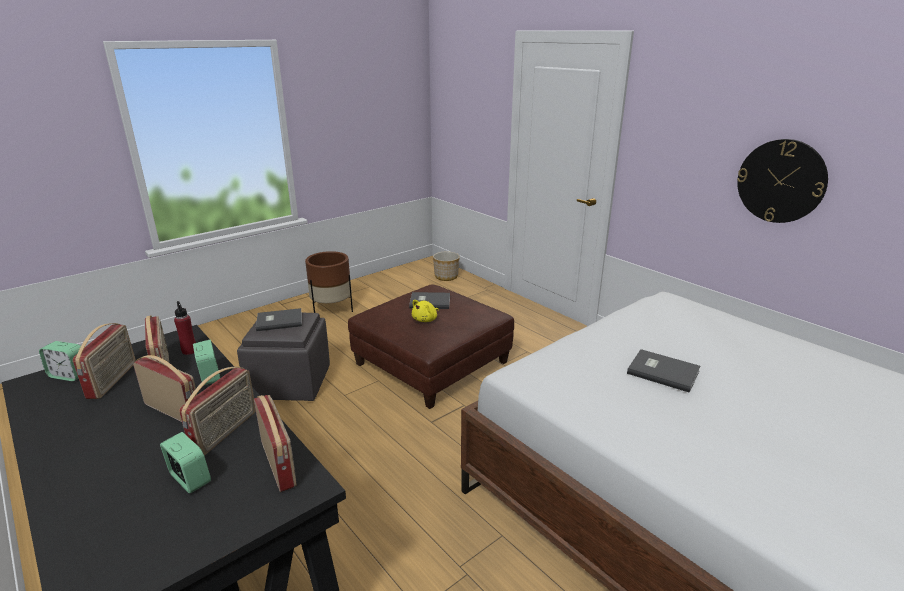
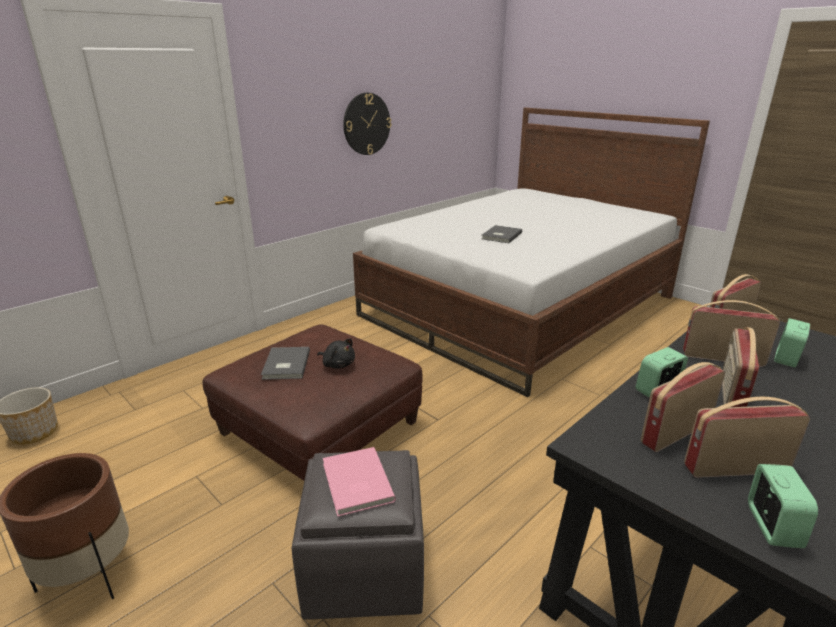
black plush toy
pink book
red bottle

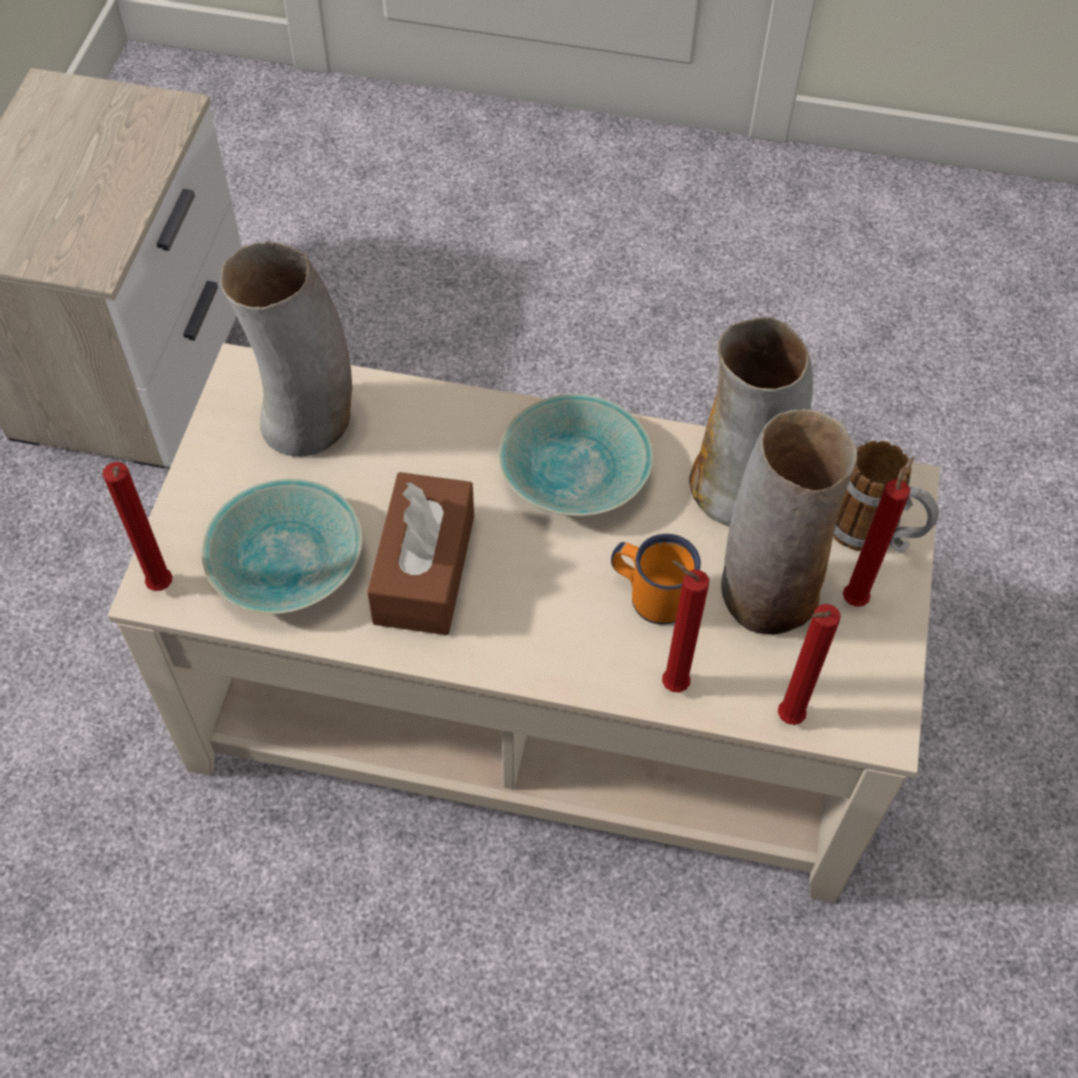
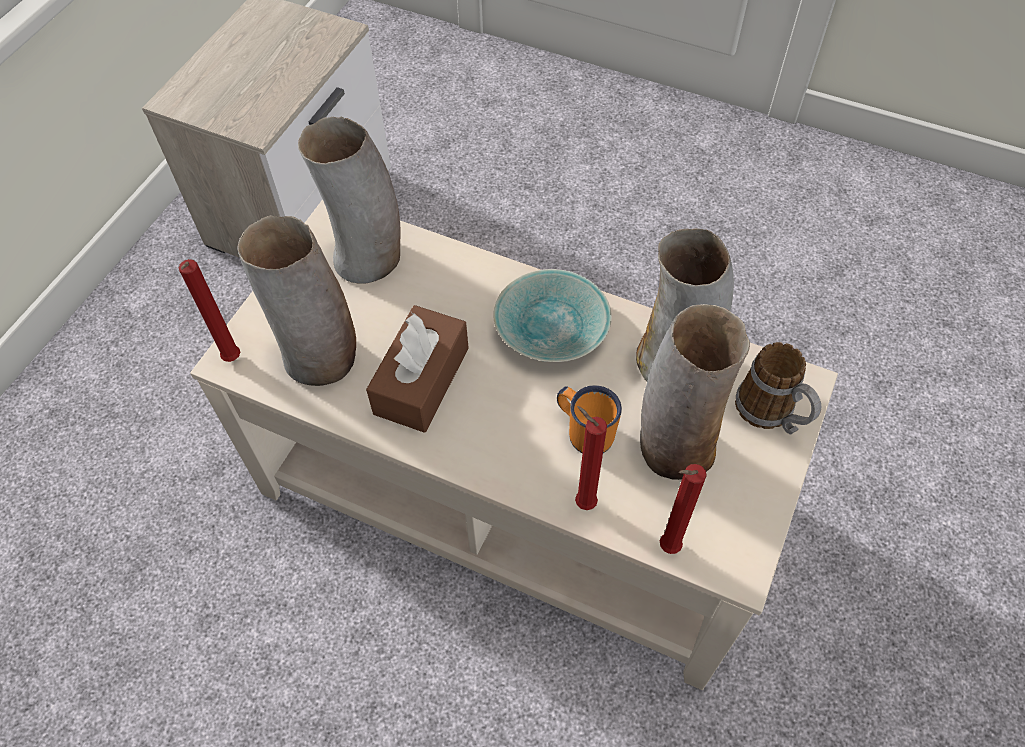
vase (1st from left)
red candle (4th from left in the first image)

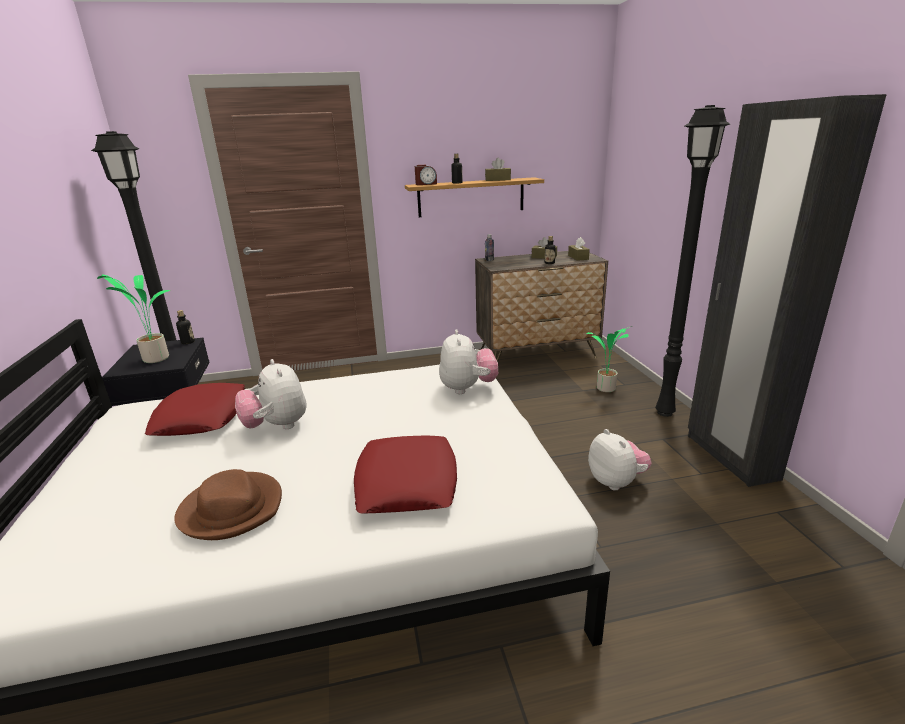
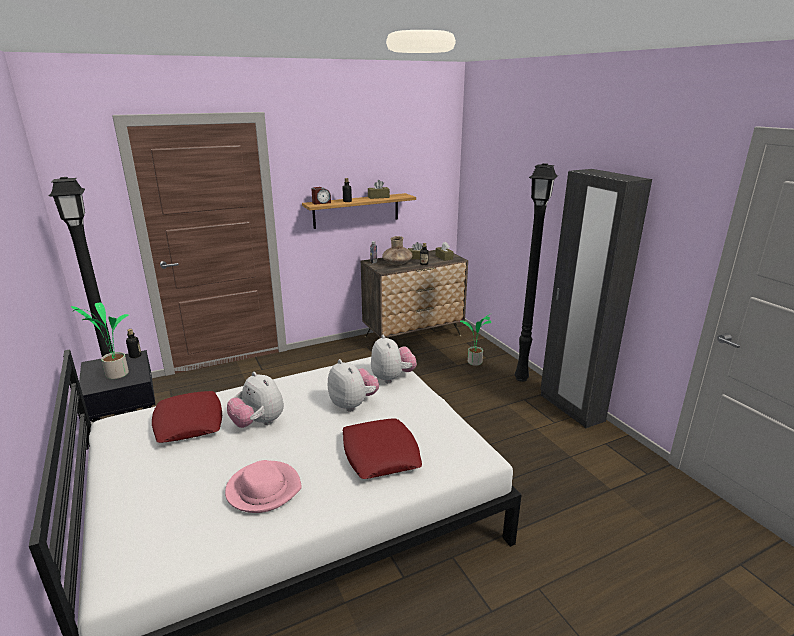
pink hat
plush toy (2nd from left)
brown vase

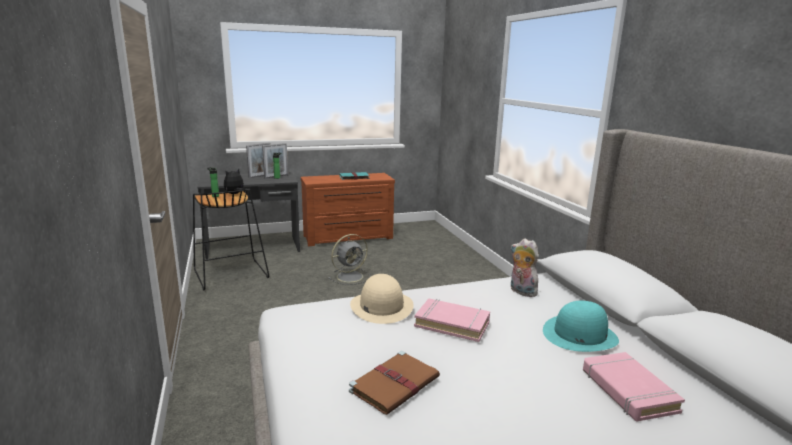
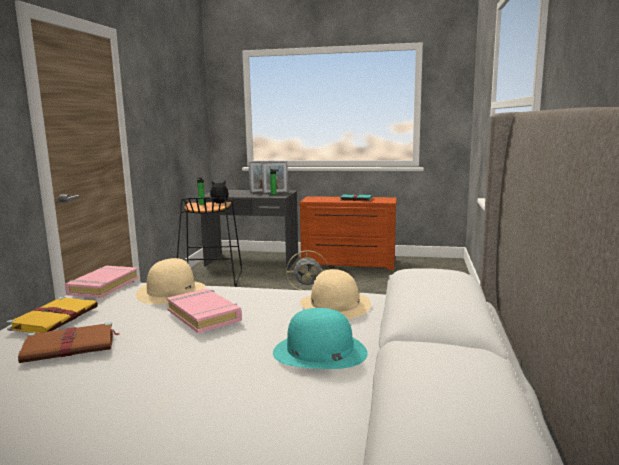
yellow book
pink book (1st from left)
beige hat (2nd from left)

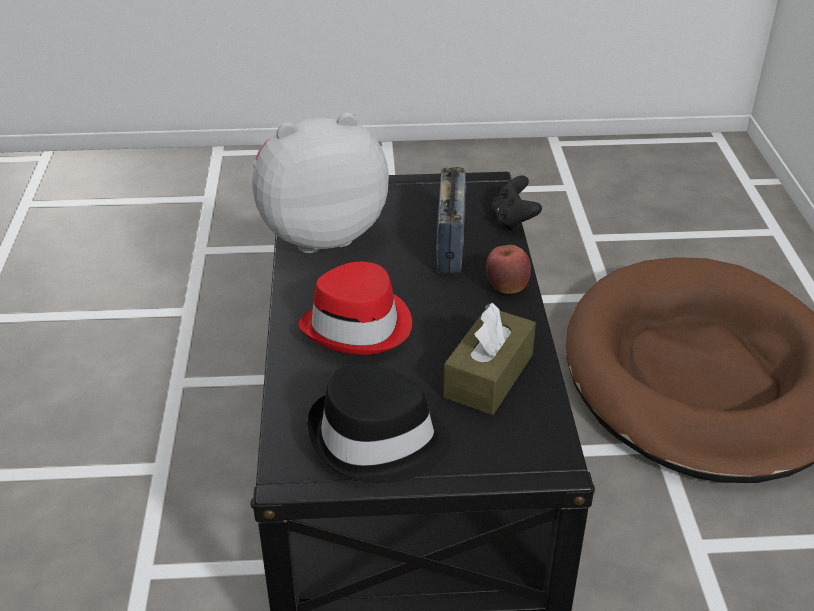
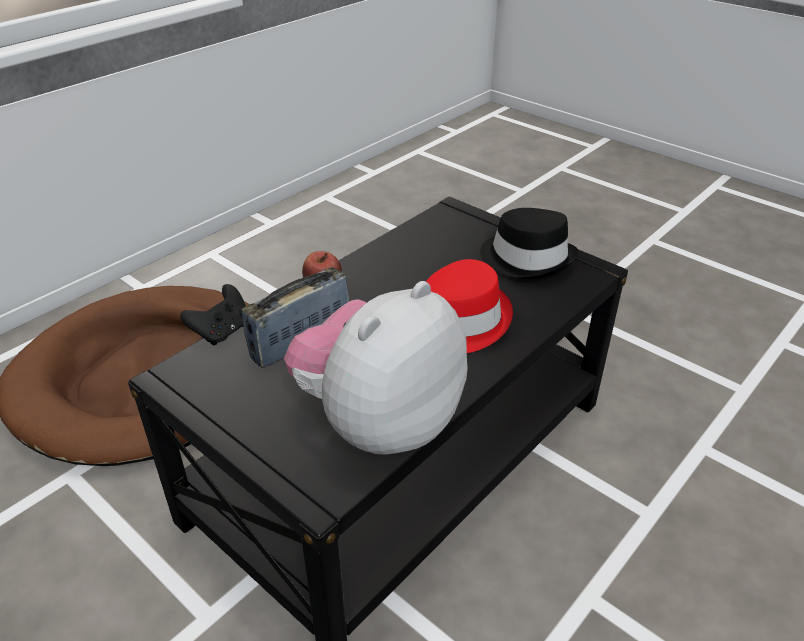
plush toy
brown tissue box

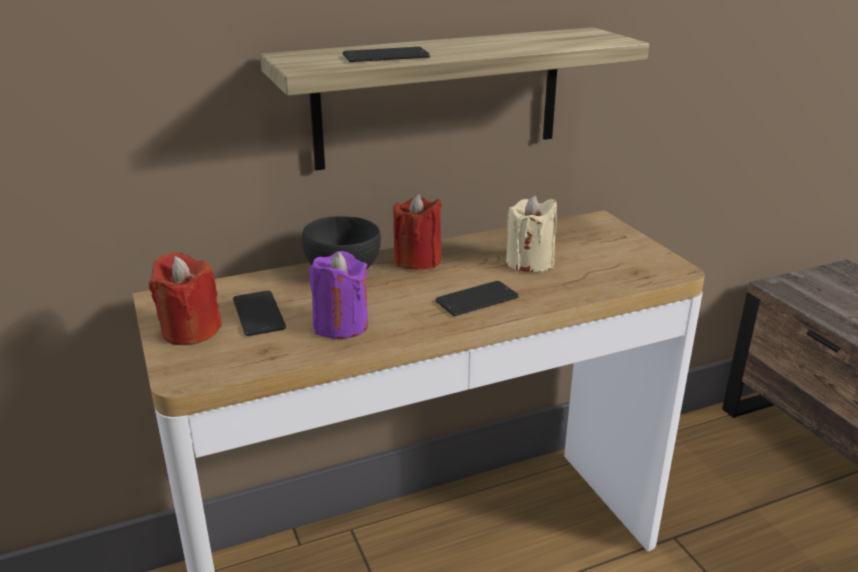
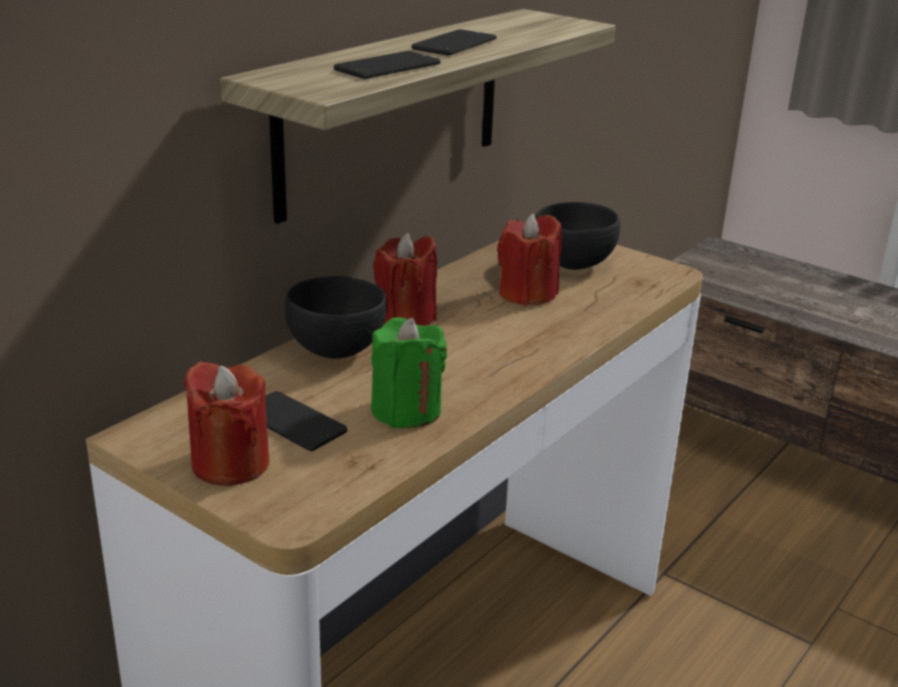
green candle
phone (3rd from left)
red candle (3rd from left)
black bowl (2nd from left)

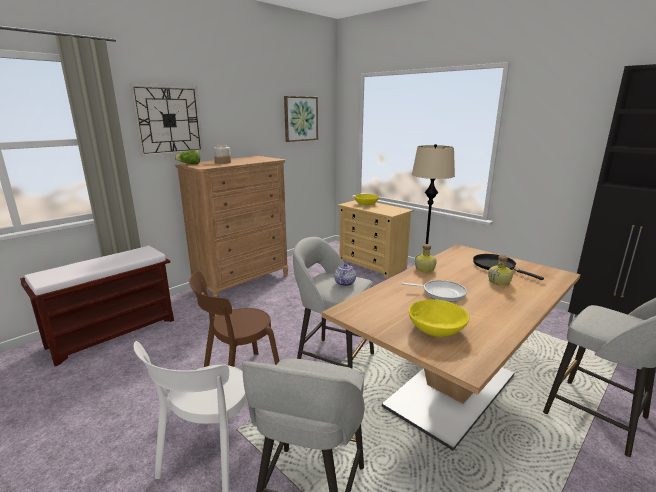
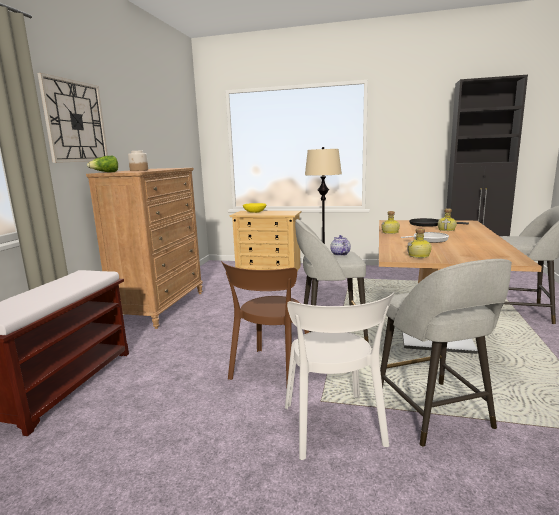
bottle (2nd from left)
picture
yellow bowl (2nd from left in the first image)

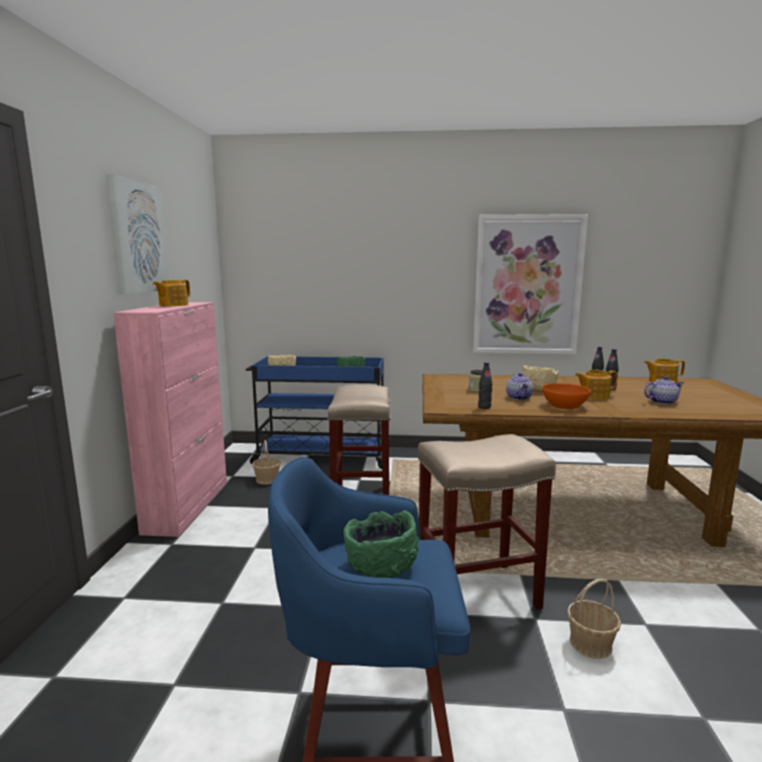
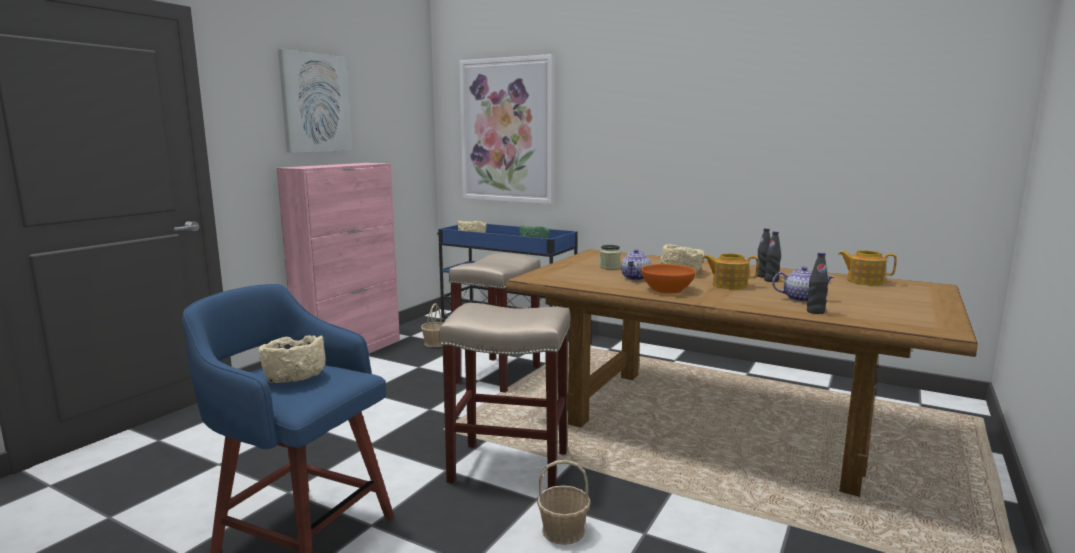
beige bowl (1st from left)
picture (2nd from left)
black bottle (3rd from left)
teapot (1st from left in the first image)

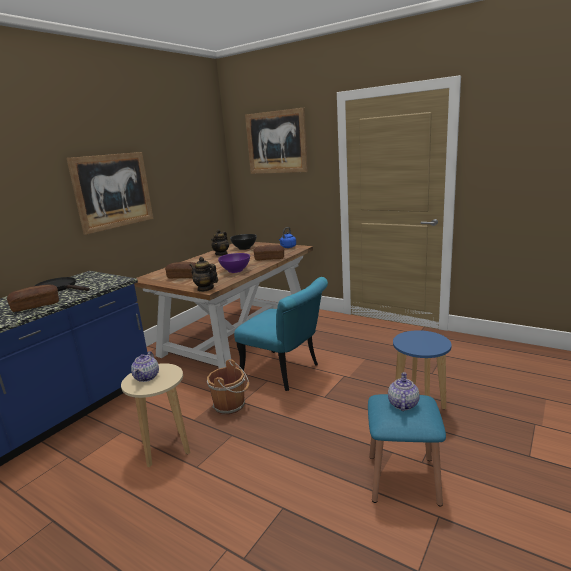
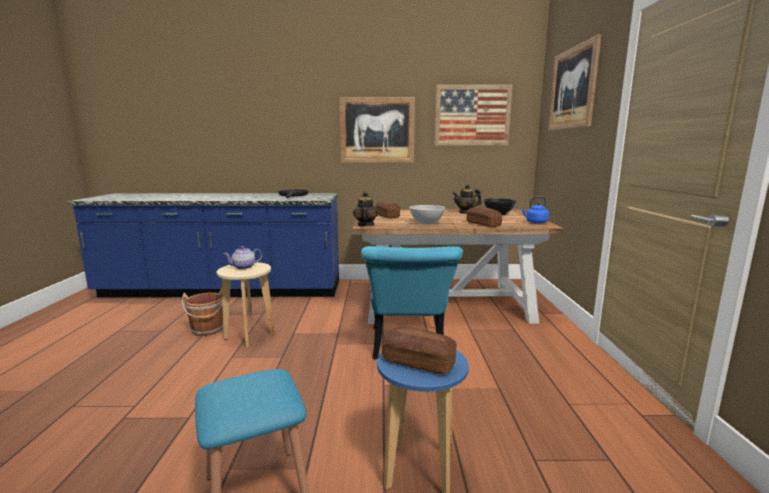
brown bucket
bread (2nd from left)
white bowl
picture (2nd from left)
teapot (4th from left in the first image)

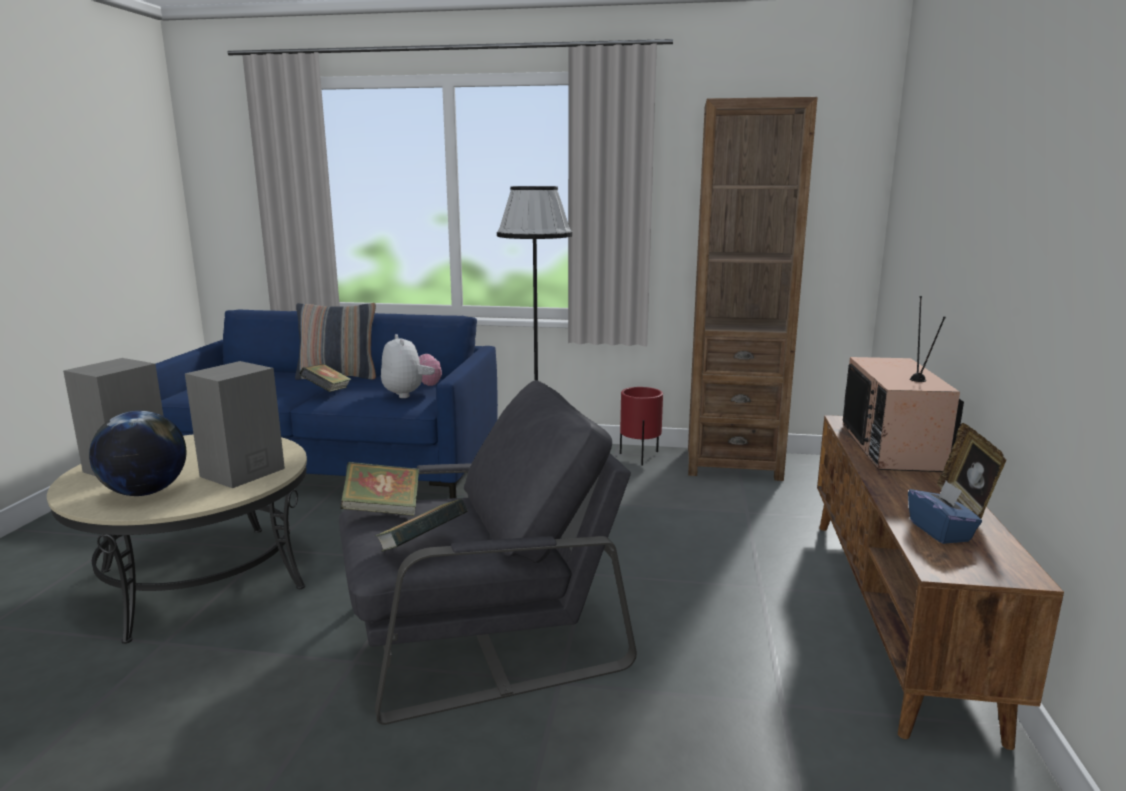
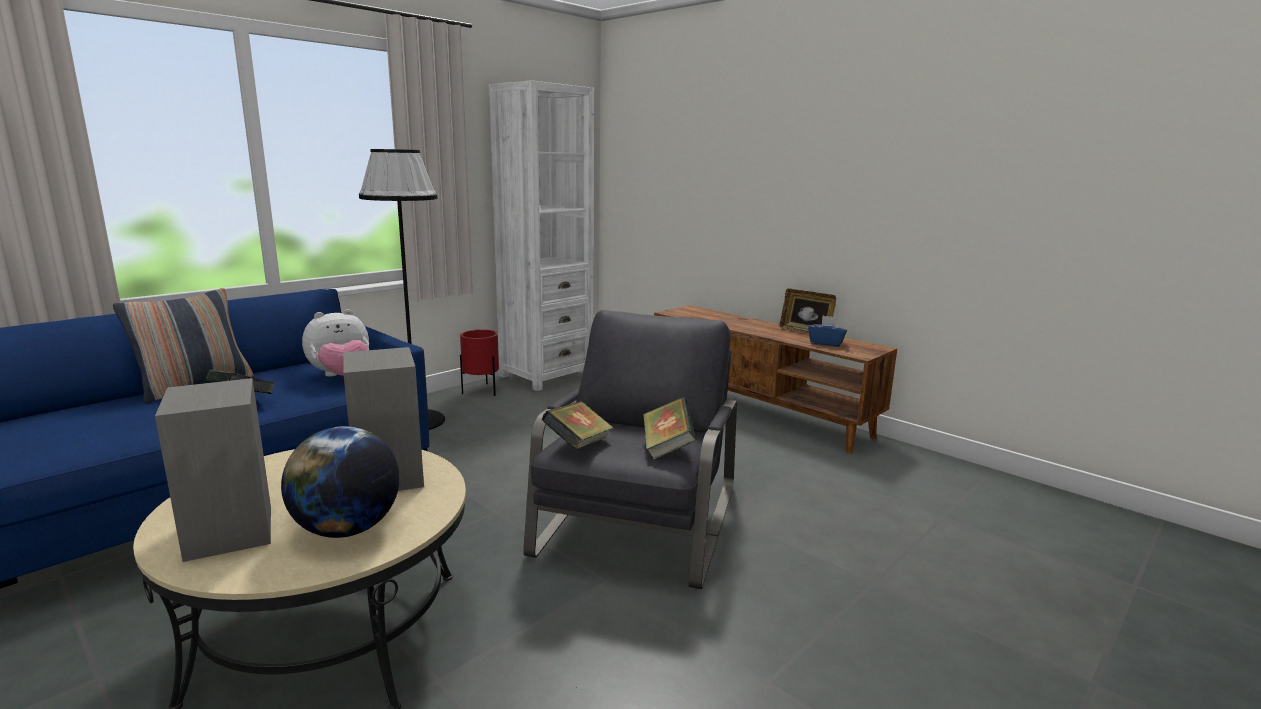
plush toy
white bookcase
television

